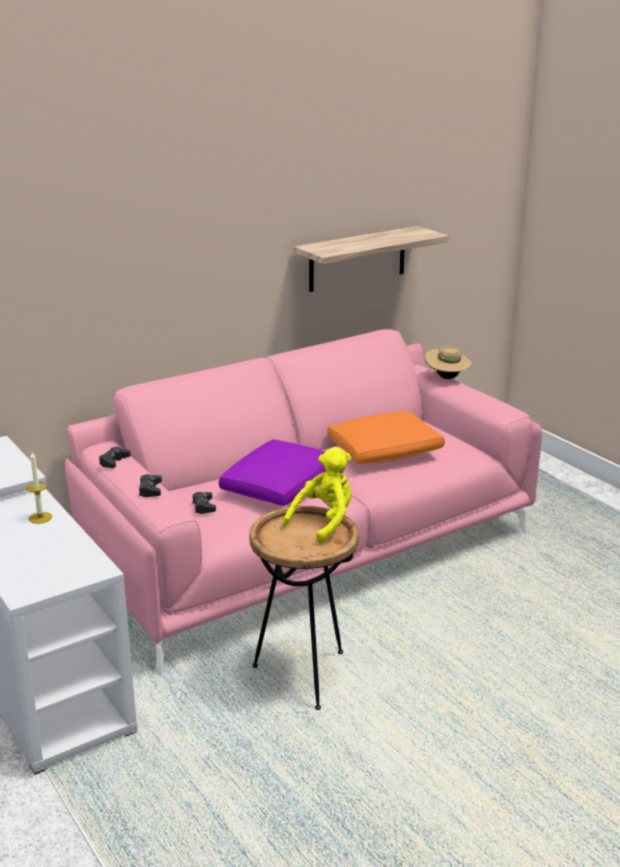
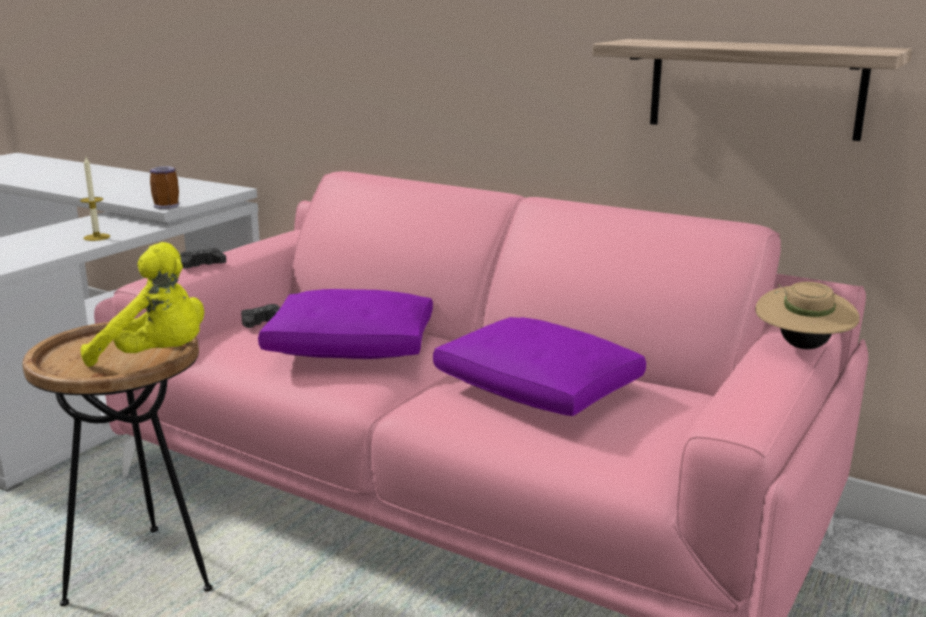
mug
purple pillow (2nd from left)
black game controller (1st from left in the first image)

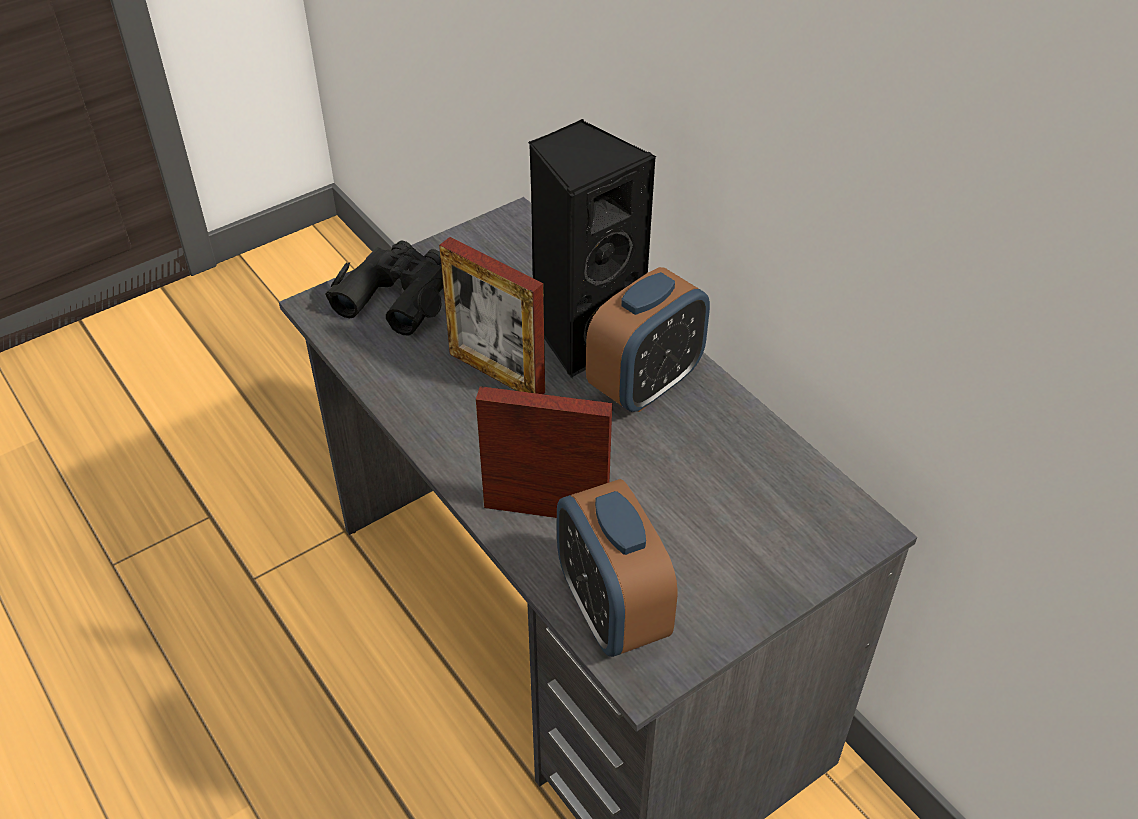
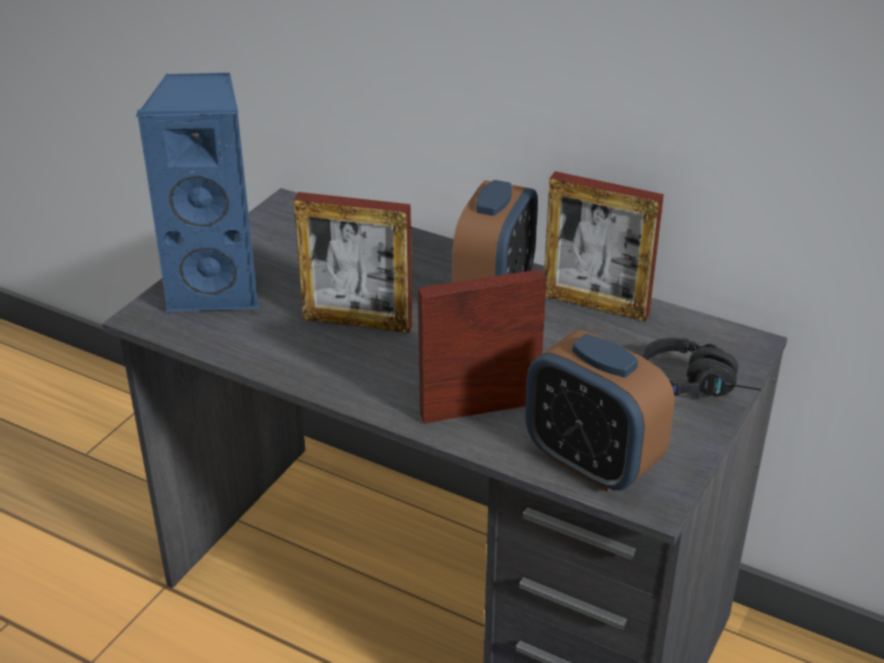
blue speaker
picture frame (3rd from left)
black headphones
black speaker

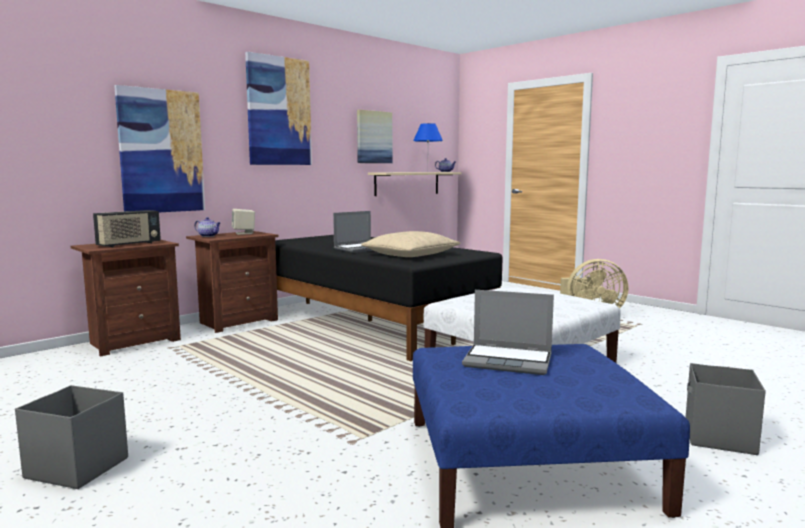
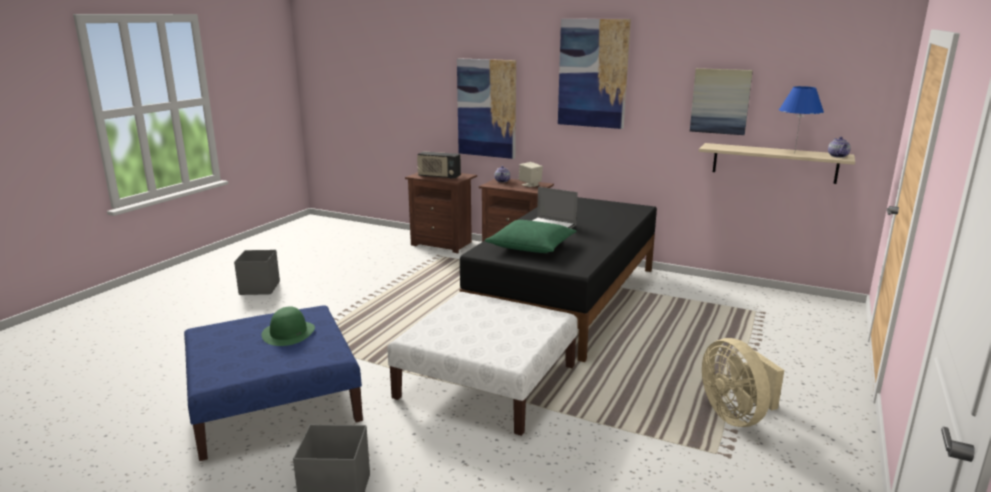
green hat
green pillow

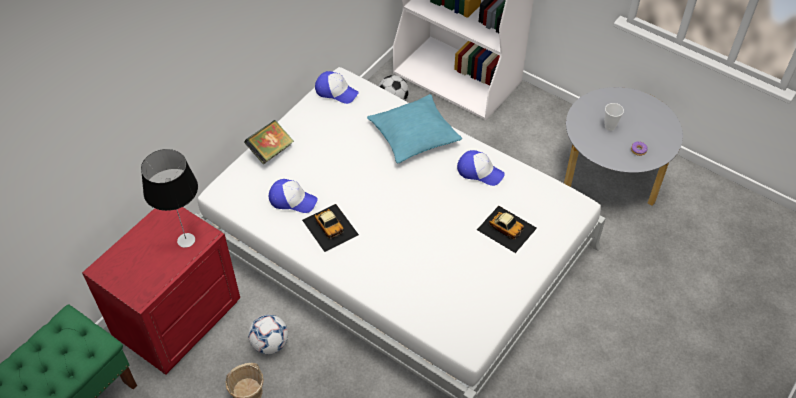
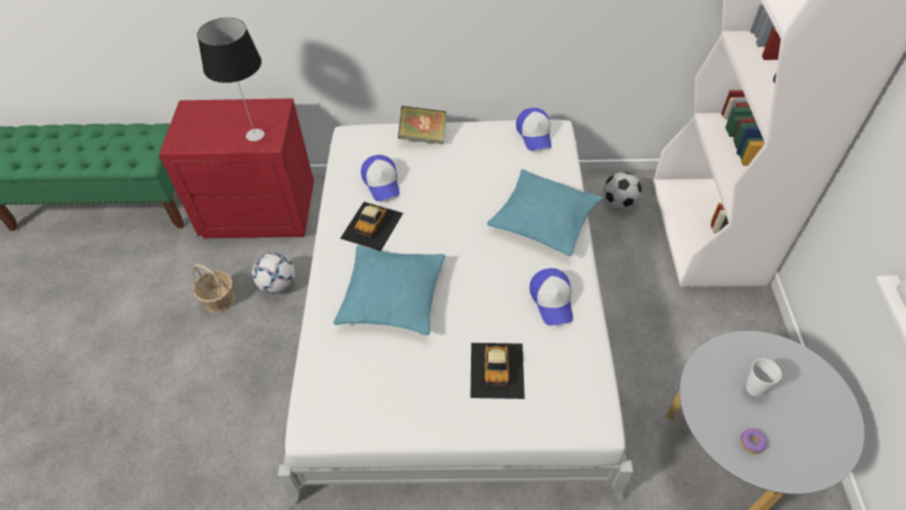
turquoise pillow (1st from left)

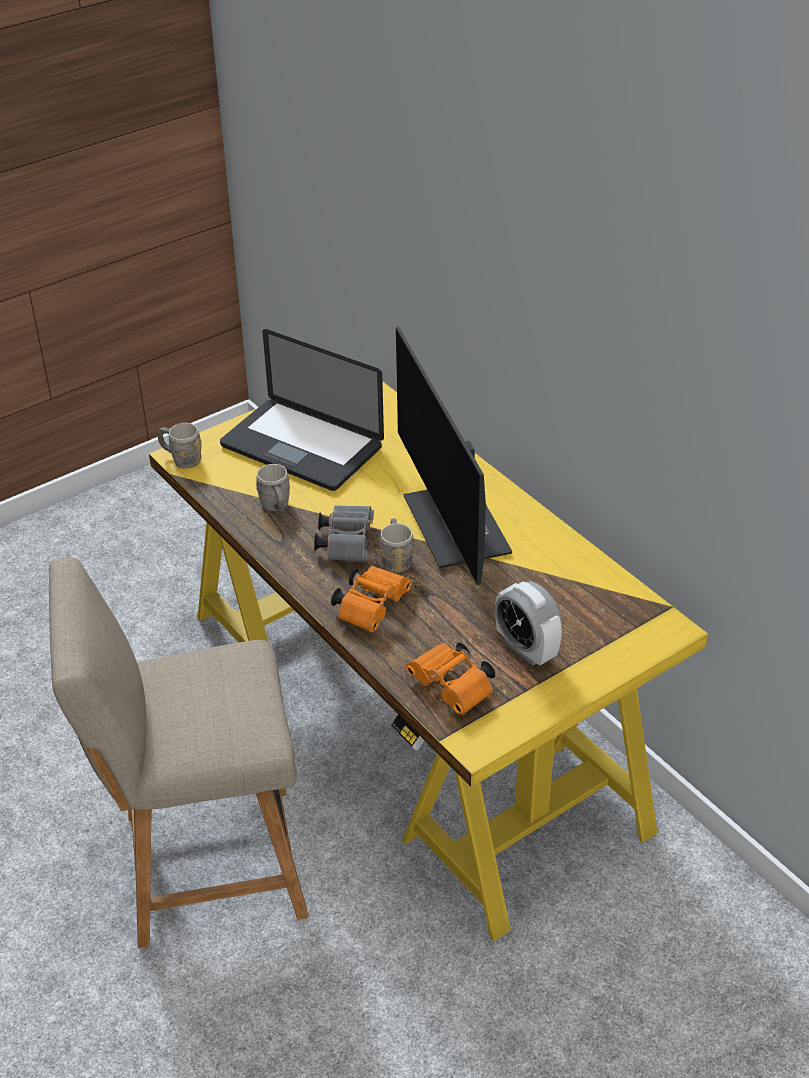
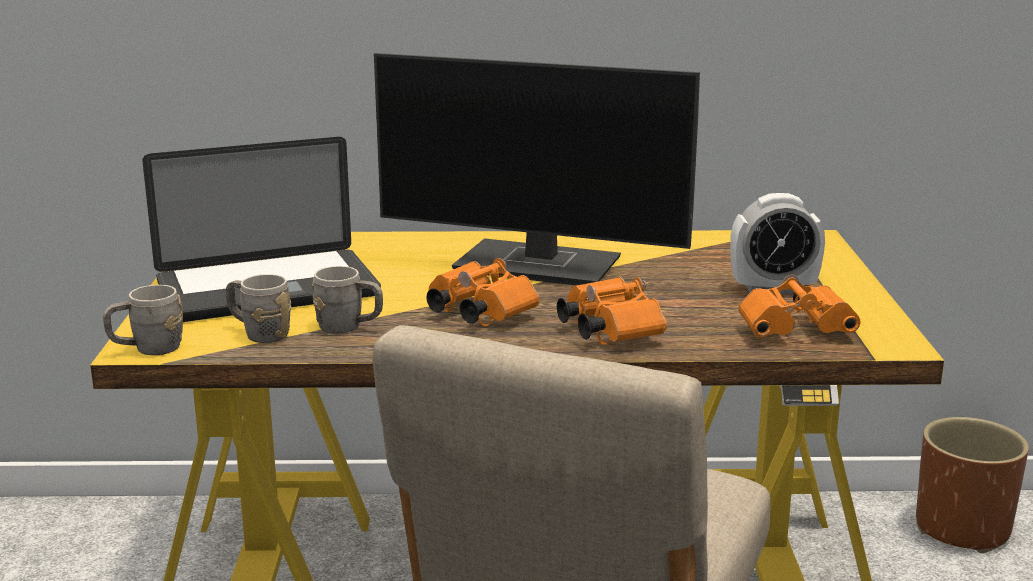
grey mug (2nd from left)
orange binoculars (1st from left)
brown planter

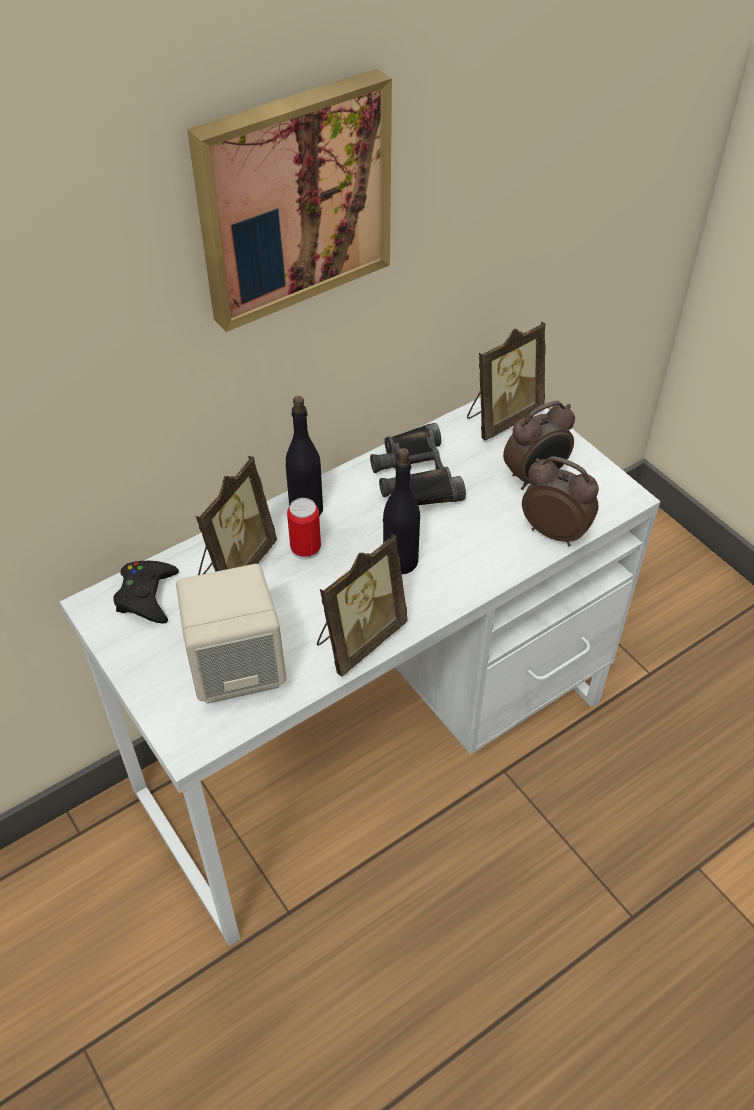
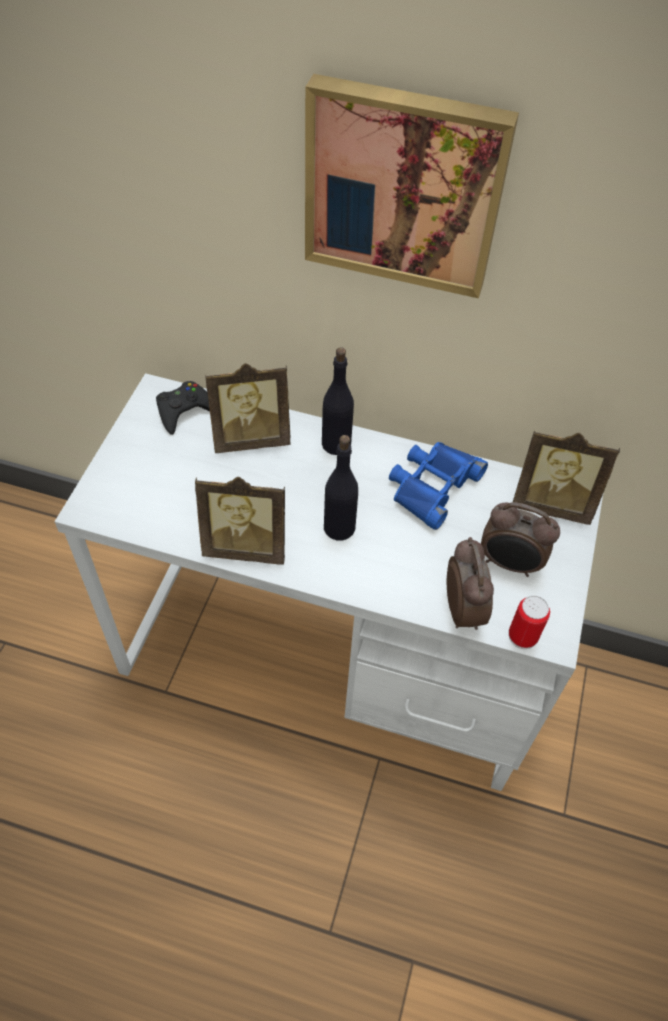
blue binoculars
can
beige speaker

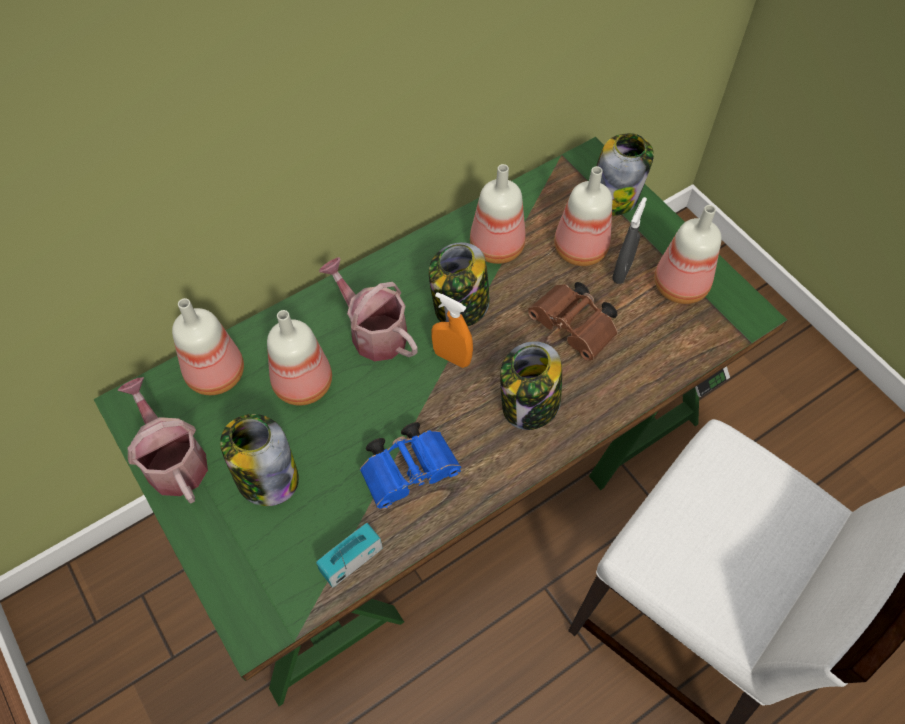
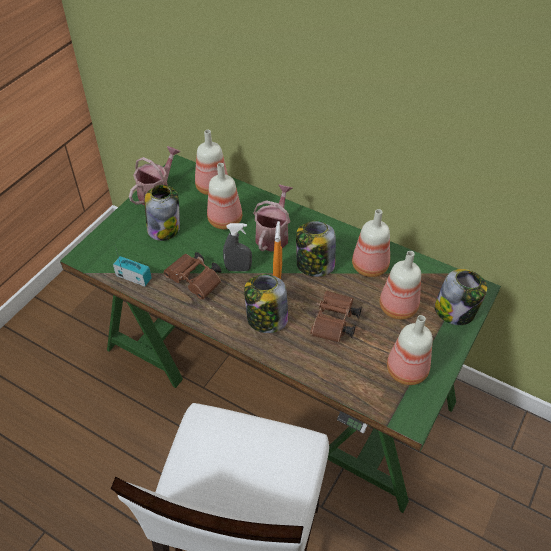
brown binoculars (1st from left)
grey spray bottle

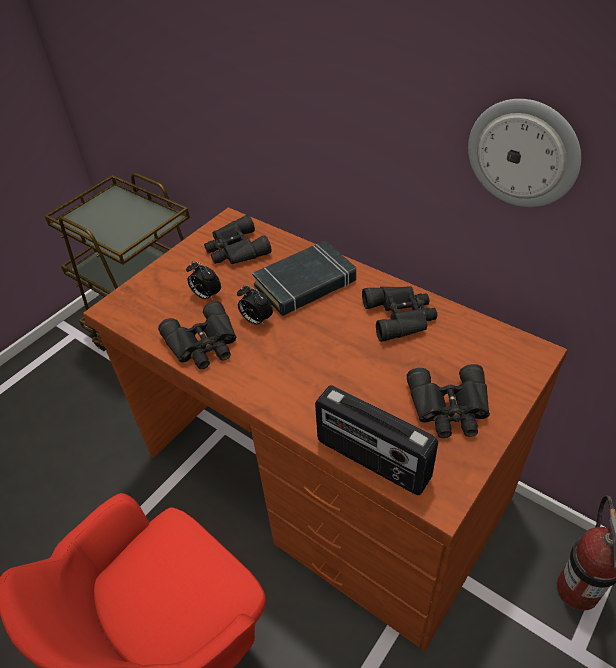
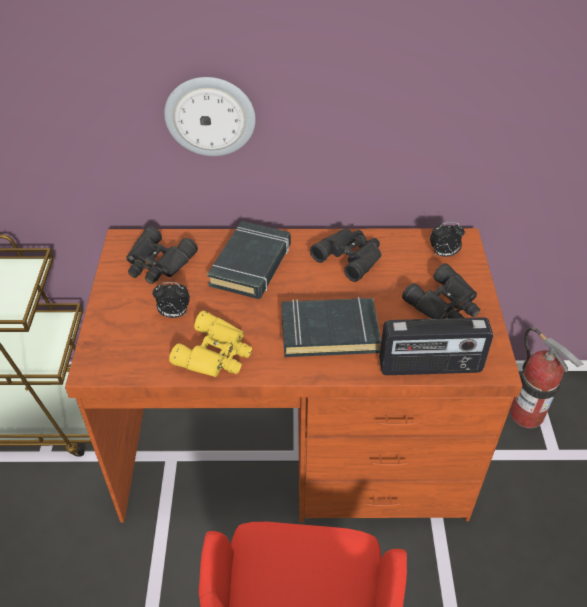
wall clock
yellow binoculars
black book (2nd from left)
alarm clock (2nd from left)

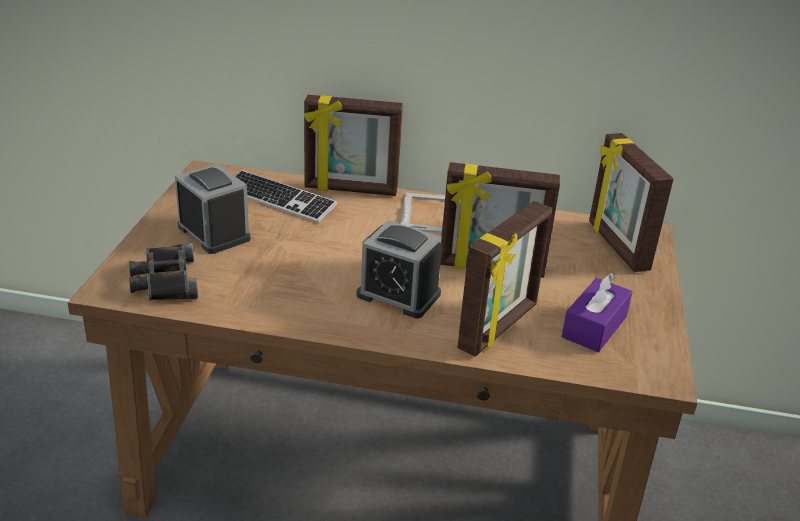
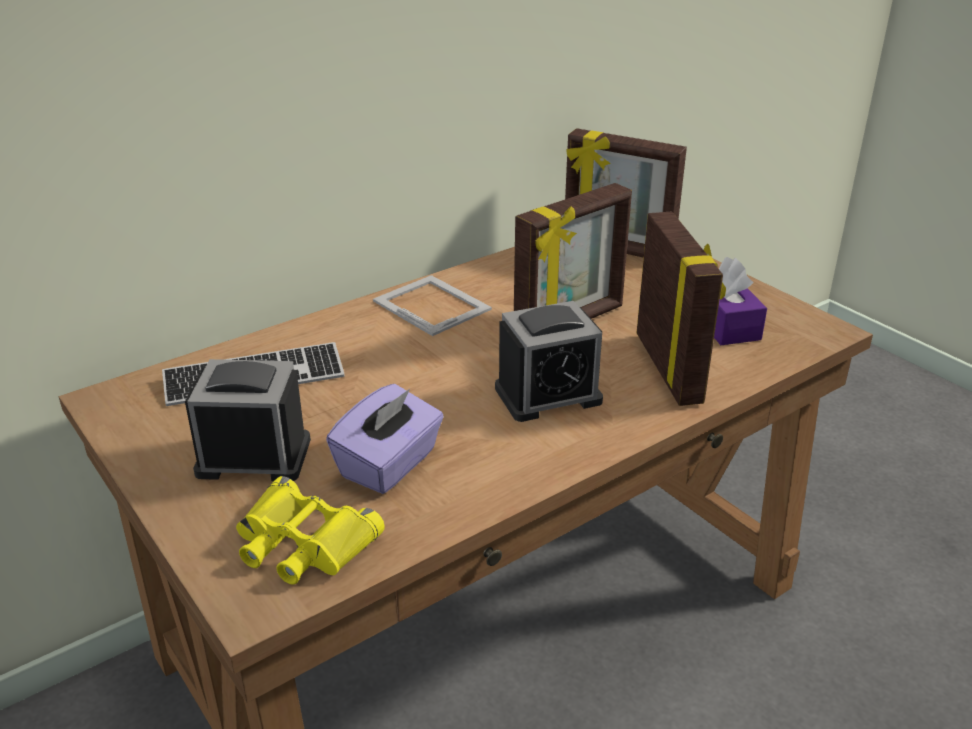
yellow binoculars
purple tissue box (1st from left)
picture frame (1st from left in the first image)

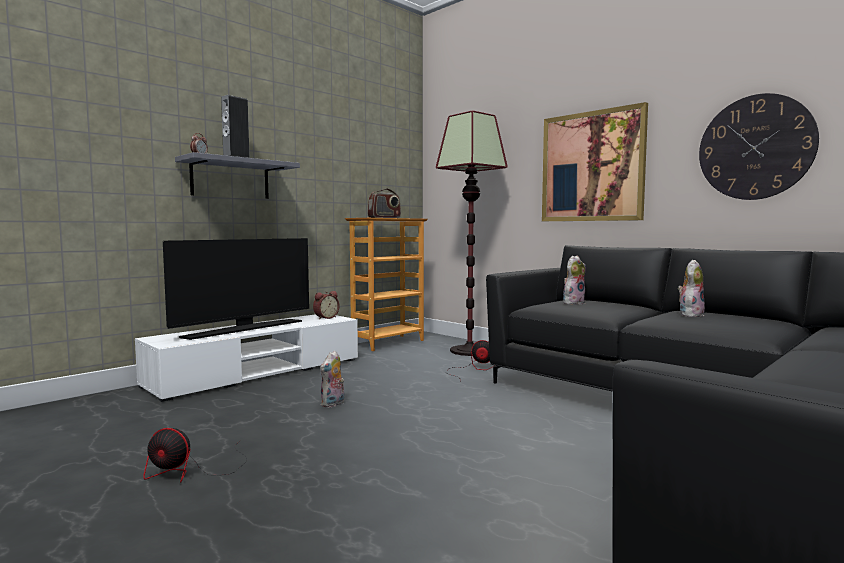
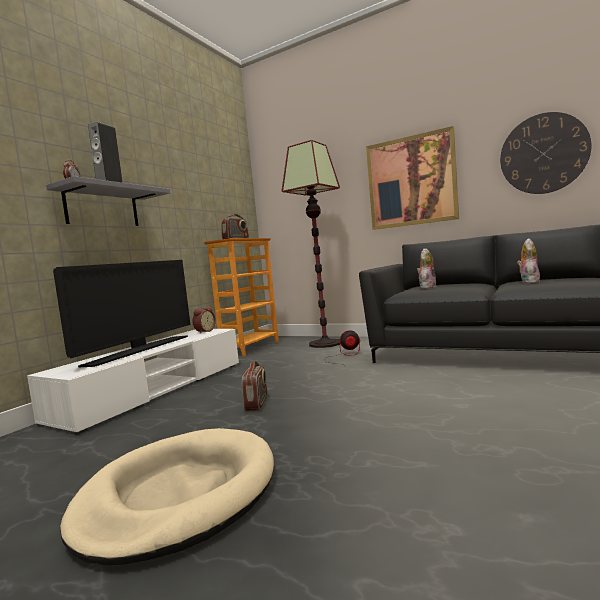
beige dog bed
radio (2nd from left)

